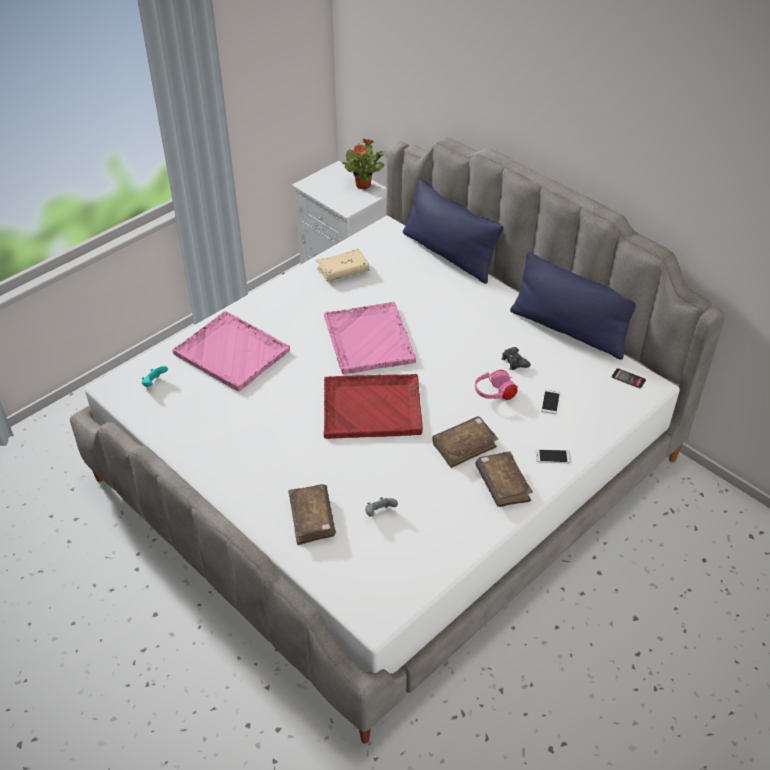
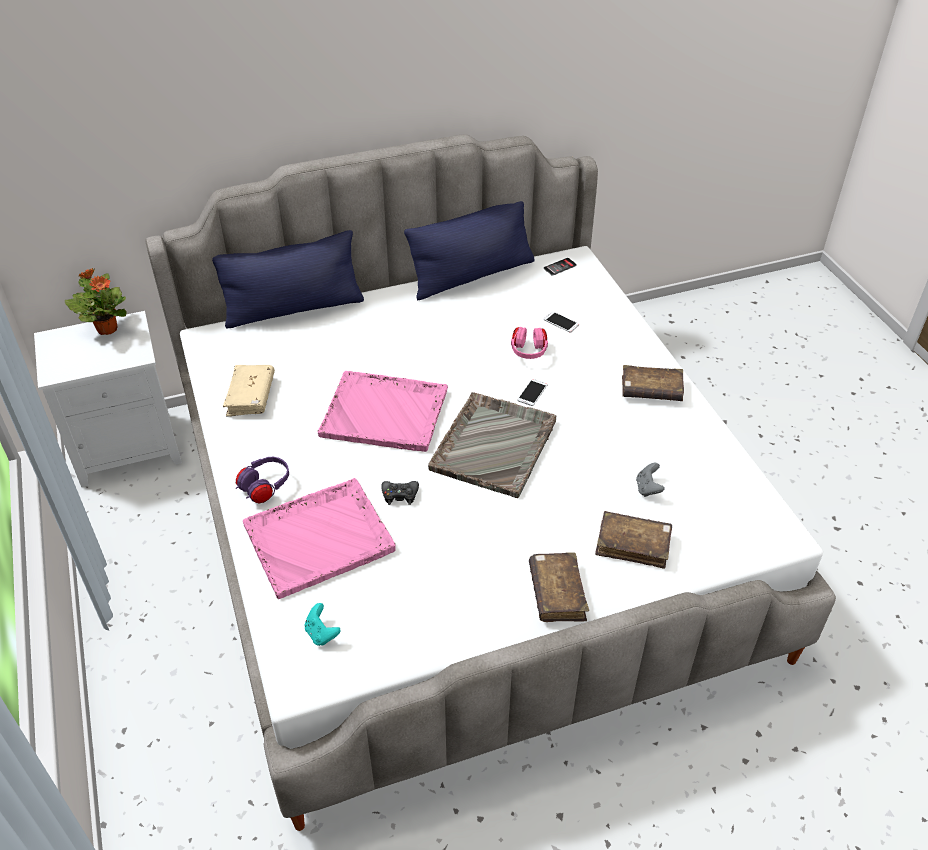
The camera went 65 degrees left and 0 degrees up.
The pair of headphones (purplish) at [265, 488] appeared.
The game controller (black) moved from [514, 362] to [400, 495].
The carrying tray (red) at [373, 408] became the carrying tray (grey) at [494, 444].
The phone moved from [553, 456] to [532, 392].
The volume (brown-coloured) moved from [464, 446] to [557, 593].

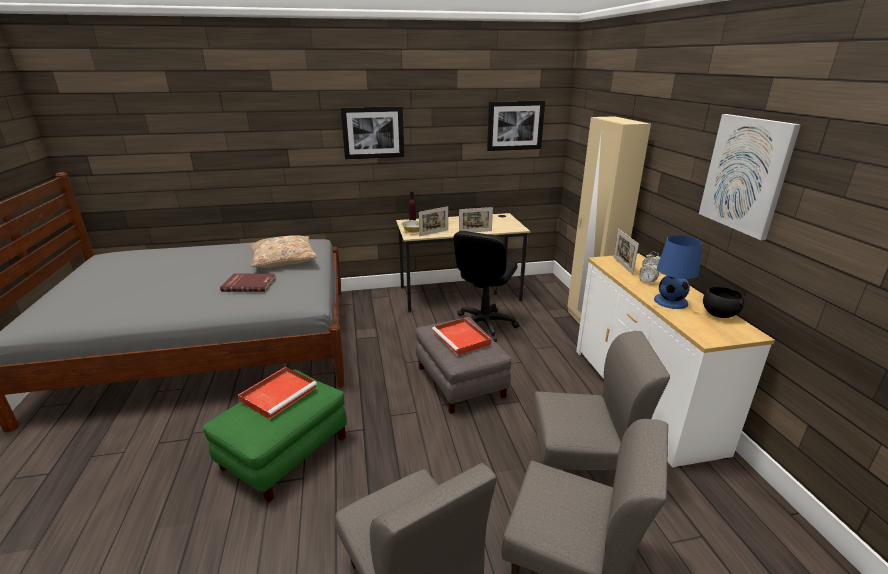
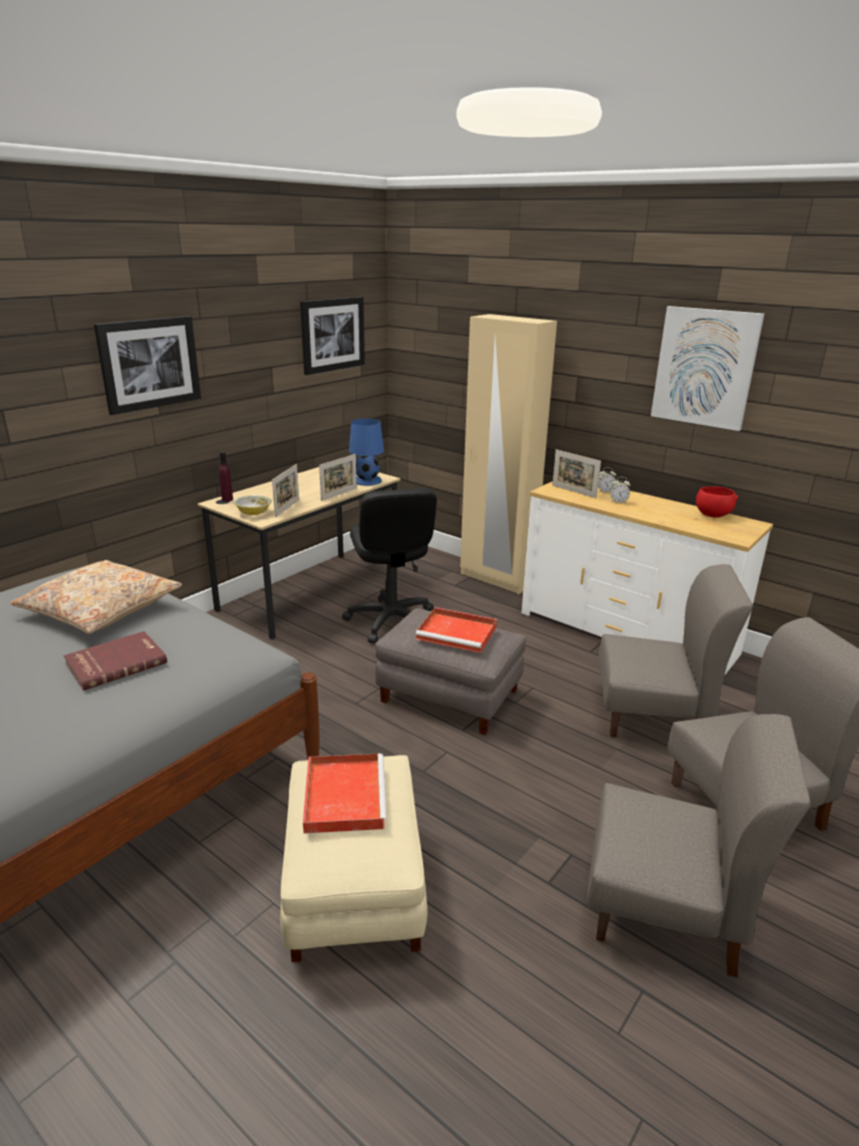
The camera went 40 degrees left and 0 degrees up.
The pouffe (greenish) at [284, 452] became the pouffe (beige) at [353, 885].
The tabletop lamp (blue-coloured) moved from [670, 301] to [366, 481].
The plain chair (grey) at [582, 461] turned 45 degrees clockwise.
The serving bowl (black) at [718, 314] became the serving bowl (red) at [712, 515].

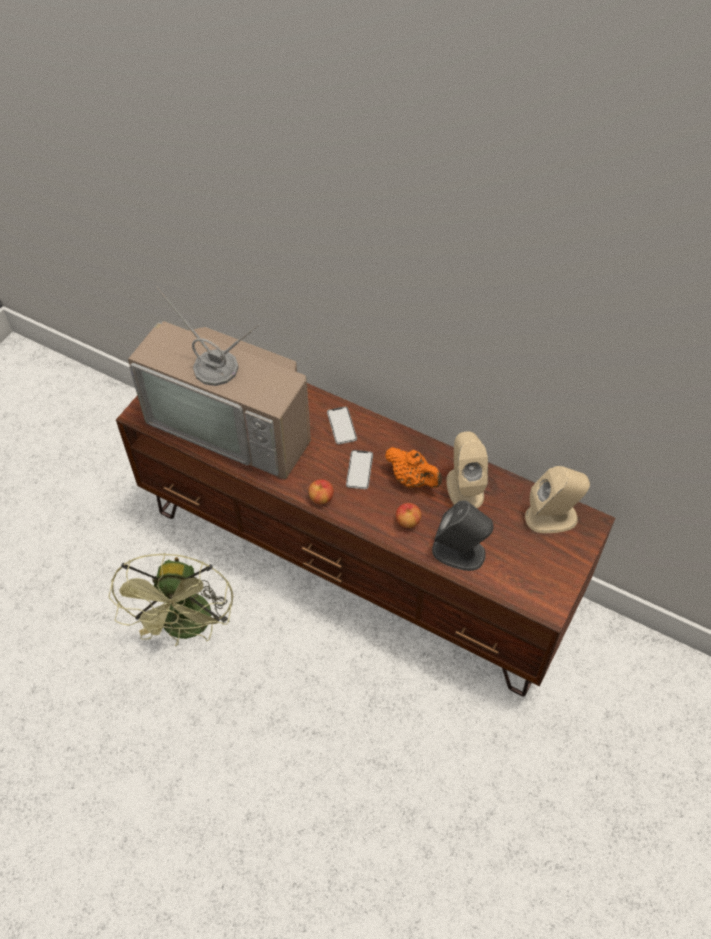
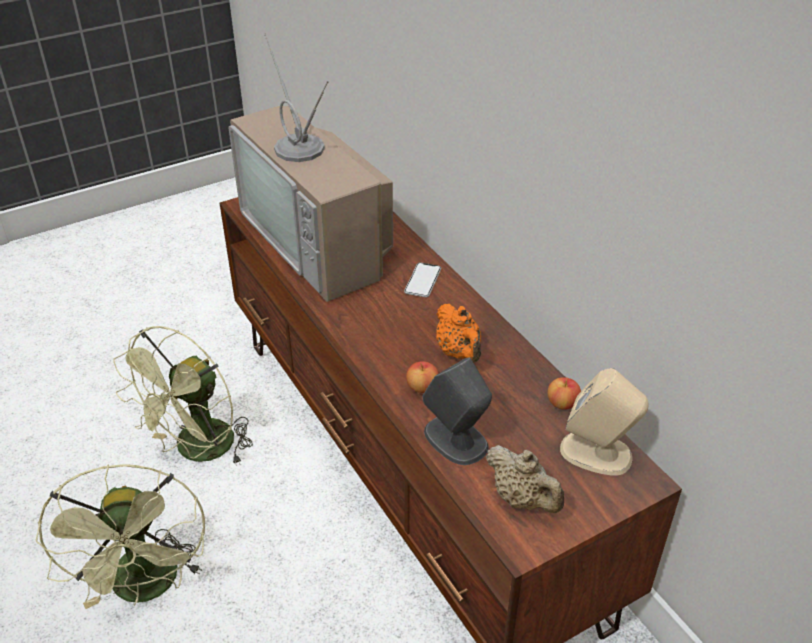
The camera went 30 degrees right and 15 degrees down.
The fan (greenish) at [147, 588] appeared.
The teapot (beige) at [522, 499] appeared.
The apple fruit moved from [321, 498] to [562, 403].
The phone at [359, 470] disappeared.
The loudspeaker (beige) at [465, 487] disappeared.

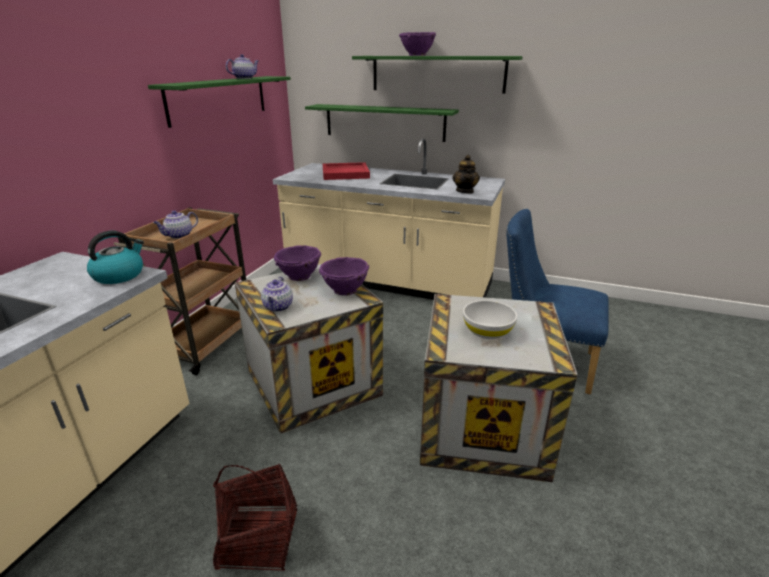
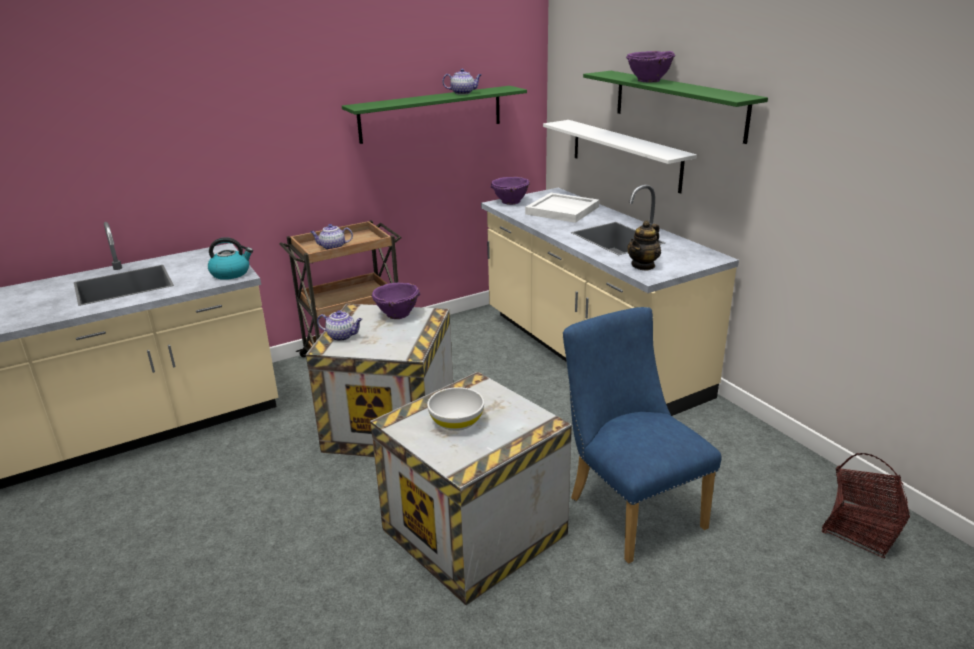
The camera went 40 degrees right and 0 degrees up.
The teapot at [278, 307] turned 120 degrees counterclockwise.
The serving bowl (purplish) moved from [345, 291] to [510, 202].
The carrying tray (red) at [346, 173] became the carrying tray (white-coloured) at [563, 210].
The bracket shelf (greenish) at [384, 122] became the bracket shelf (white-coloured) at [625, 154].
The basket moved from [258, 538] to [860, 529].

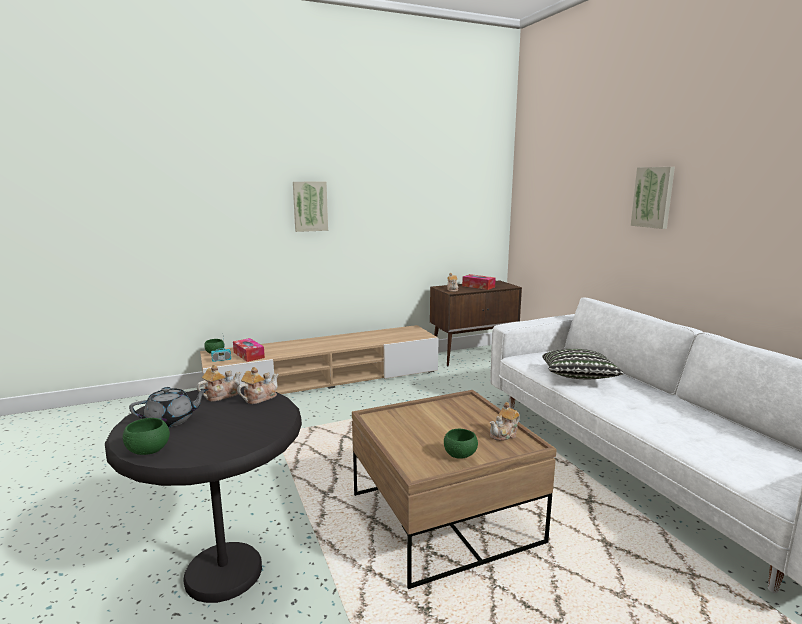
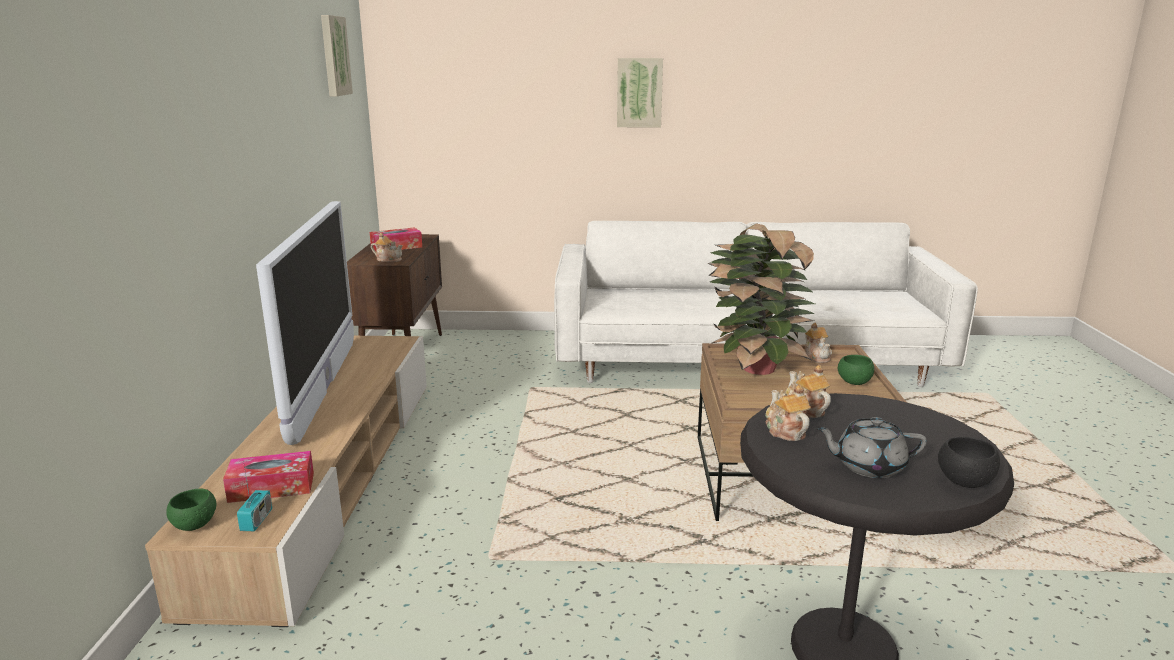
The camera went 65 degrees left and 5 degrees up.
The television at [325, 388] appeared.
The picture moved from [310, 206] to [333, 56].
The potted plant at [754, 368] appeared.
The teapot (grey) at [171, 421] turned 90 degrees counterclockwise.
The serving bowl (greenish) at [148, 451] became the serving bowl (black) at [964, 482].
The pillow at [578, 378] disappeared.

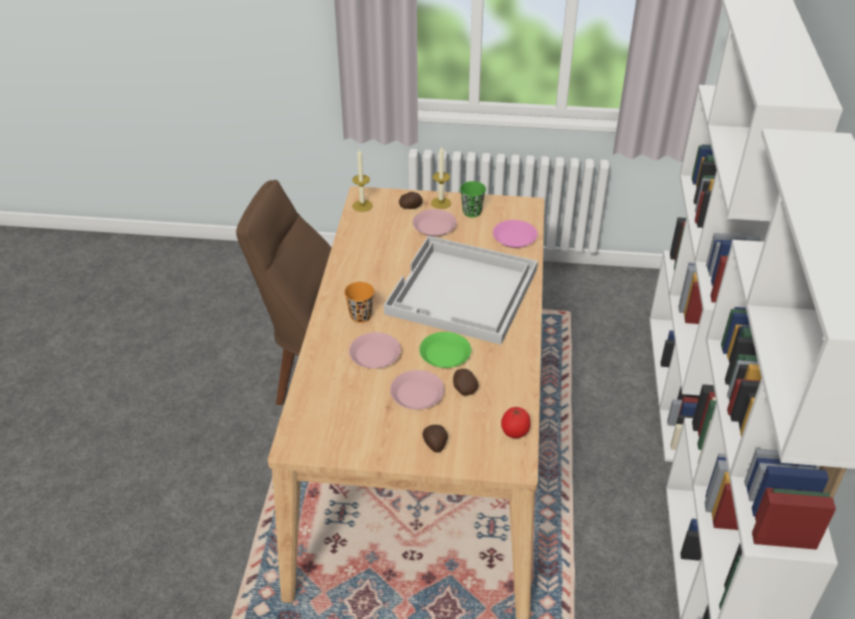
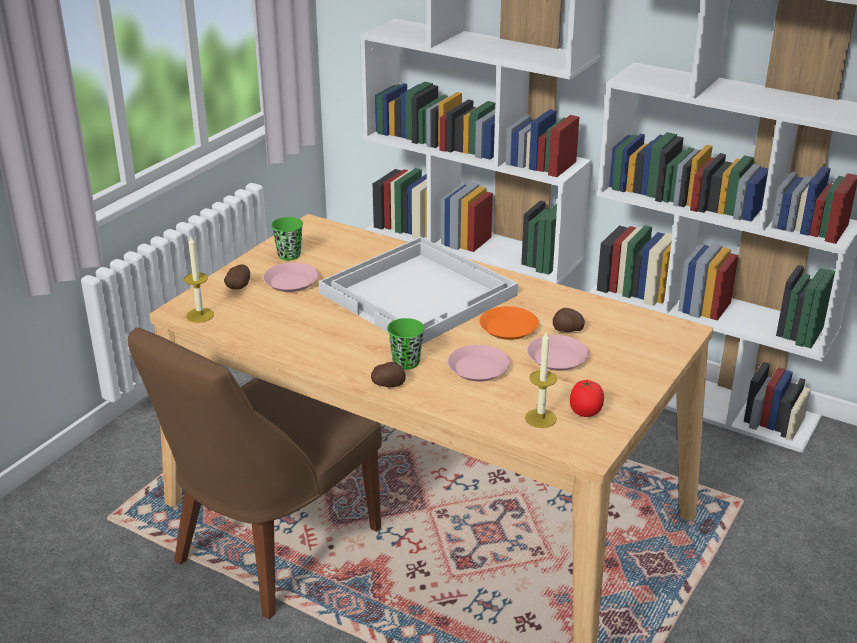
The camera went 65 degrees left and 10 degrees down.
The whole potato moved from [435, 445] to [388, 385].
The cup (orangey) at [360, 316] became the cup (greenish) at [406, 362].
The flat dish (greenish) at [445, 354] became the flat dish (orangey) at [508, 327].
The wax light moved from [441, 203] to [540, 418].
The whole tomato moved from [514, 433] to [585, 413].
The flat dish (pink) at [515, 237] disappeared.

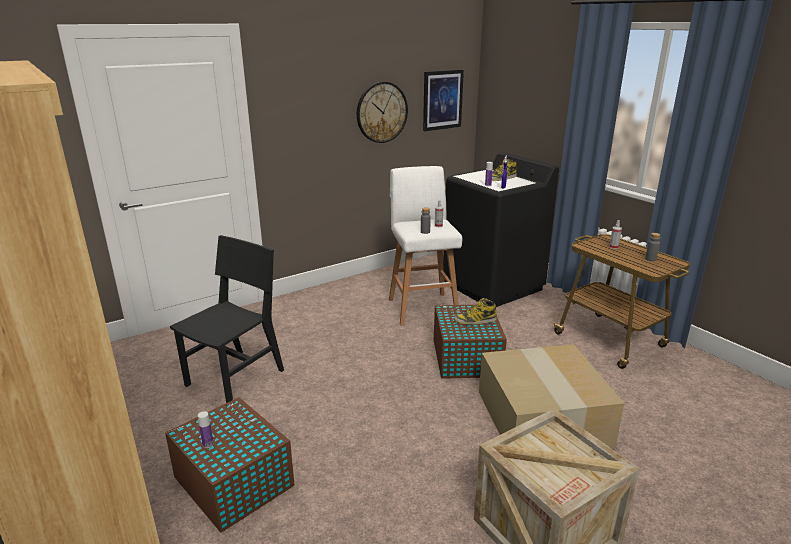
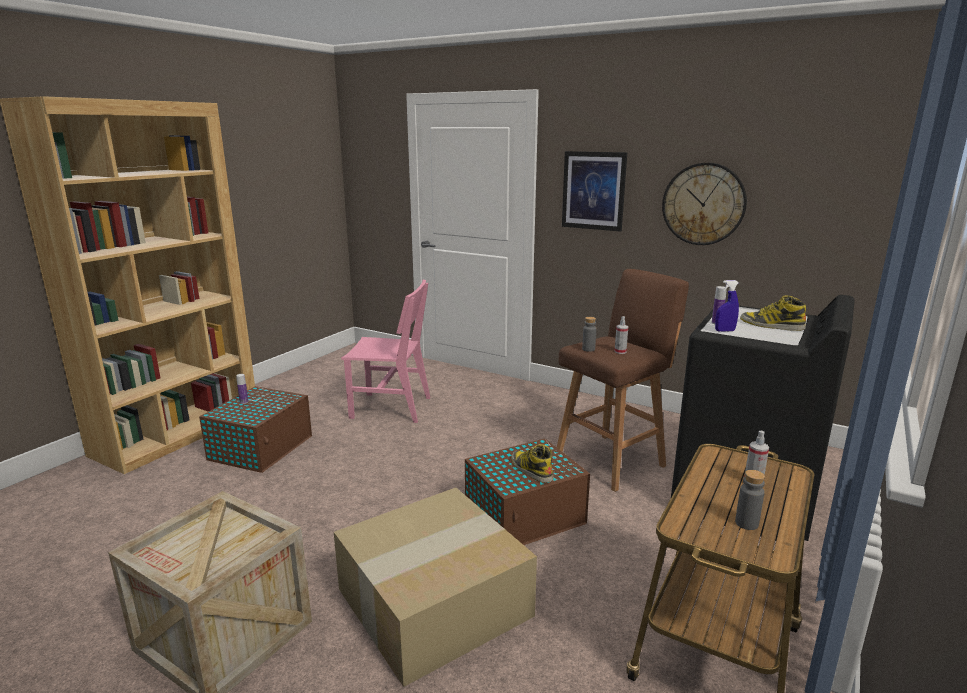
The camera went 65 degrees right and 5 degrees down.
The plain chair (black) at [235, 377] became the plain chair (pink) at [391, 408].
The stool (white-coloured) at [422, 307] became the stool (brown-coloured) at [612, 460].
The picture moved from [442, 100] to [593, 190].

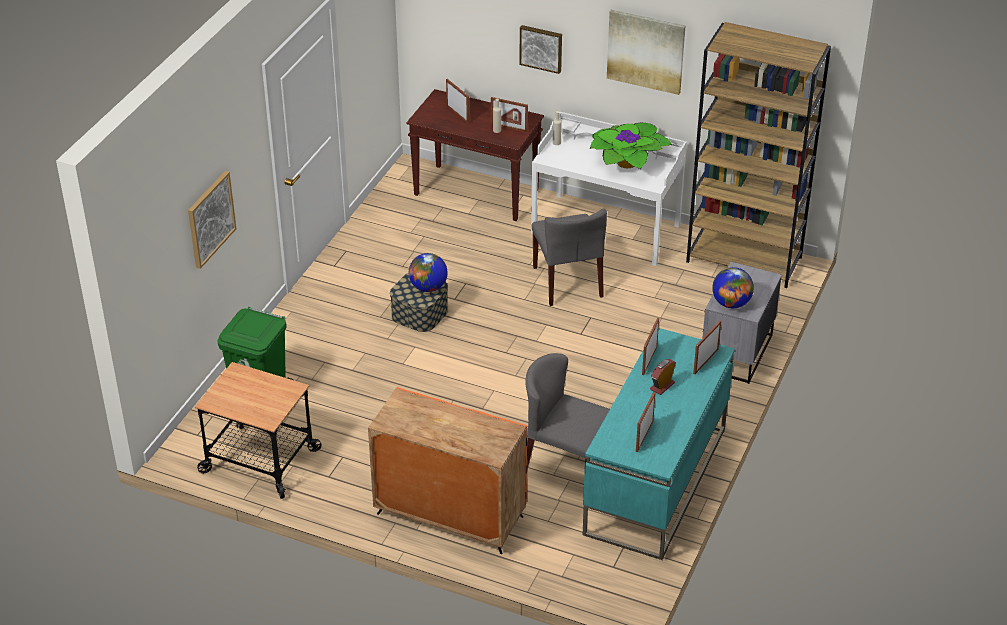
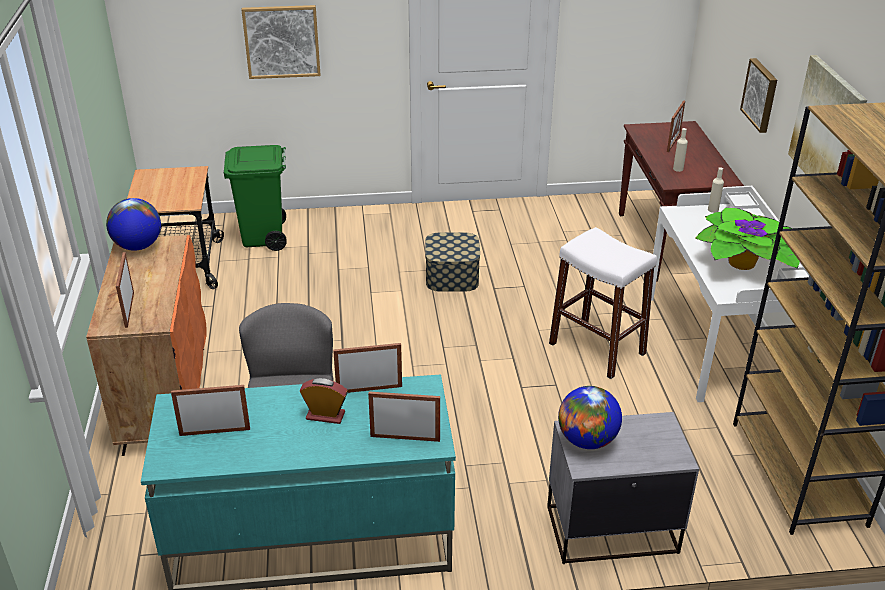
The camera went 60 degrees right and 5 degrees down.
The world globe moved from [428, 287] to [138, 246].
The standing frame moved from [509, 128] to [129, 309].
The plain chair (grey) at [568, 282] was replaced by the stool (white-coloured) at [597, 348].

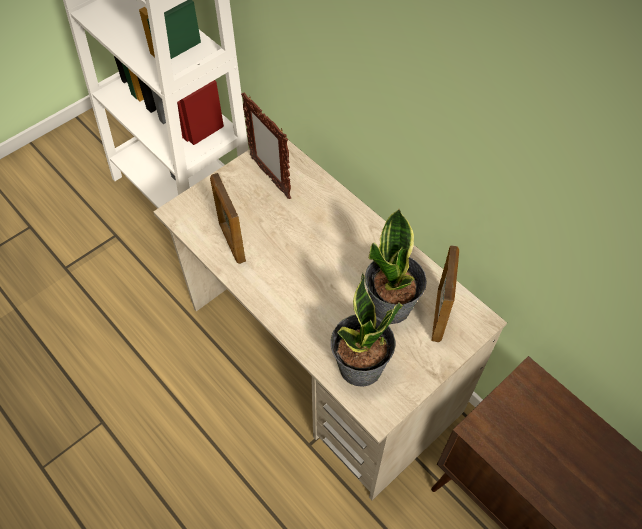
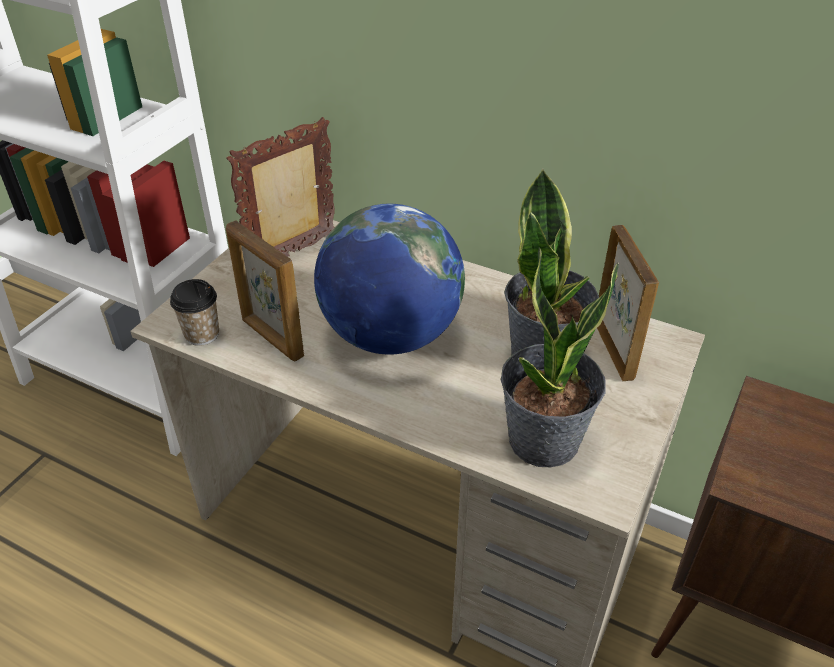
The camera went 20 degrees left and 15 degrees down.
The cup at [202, 334] appeared.
The standing frame at [270, 177] turned 105 degrees clockwise.
The world globe at [390, 335] appeared.

